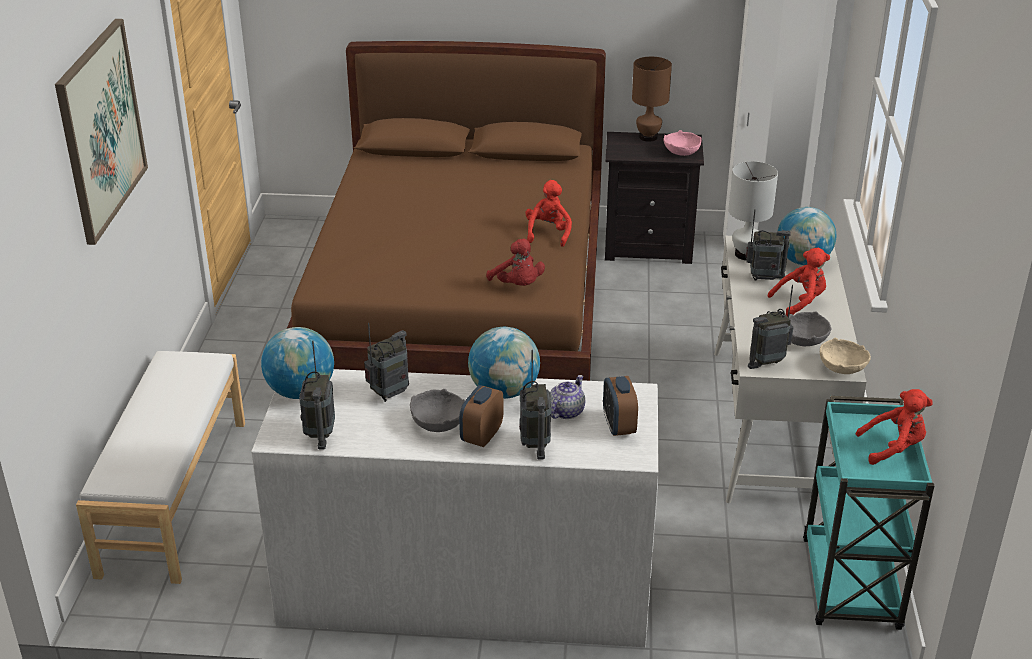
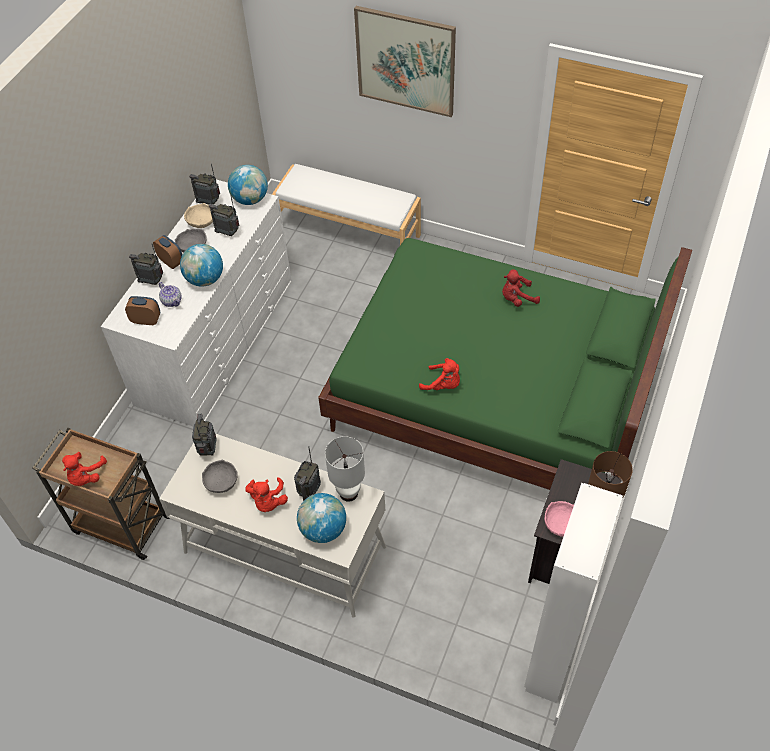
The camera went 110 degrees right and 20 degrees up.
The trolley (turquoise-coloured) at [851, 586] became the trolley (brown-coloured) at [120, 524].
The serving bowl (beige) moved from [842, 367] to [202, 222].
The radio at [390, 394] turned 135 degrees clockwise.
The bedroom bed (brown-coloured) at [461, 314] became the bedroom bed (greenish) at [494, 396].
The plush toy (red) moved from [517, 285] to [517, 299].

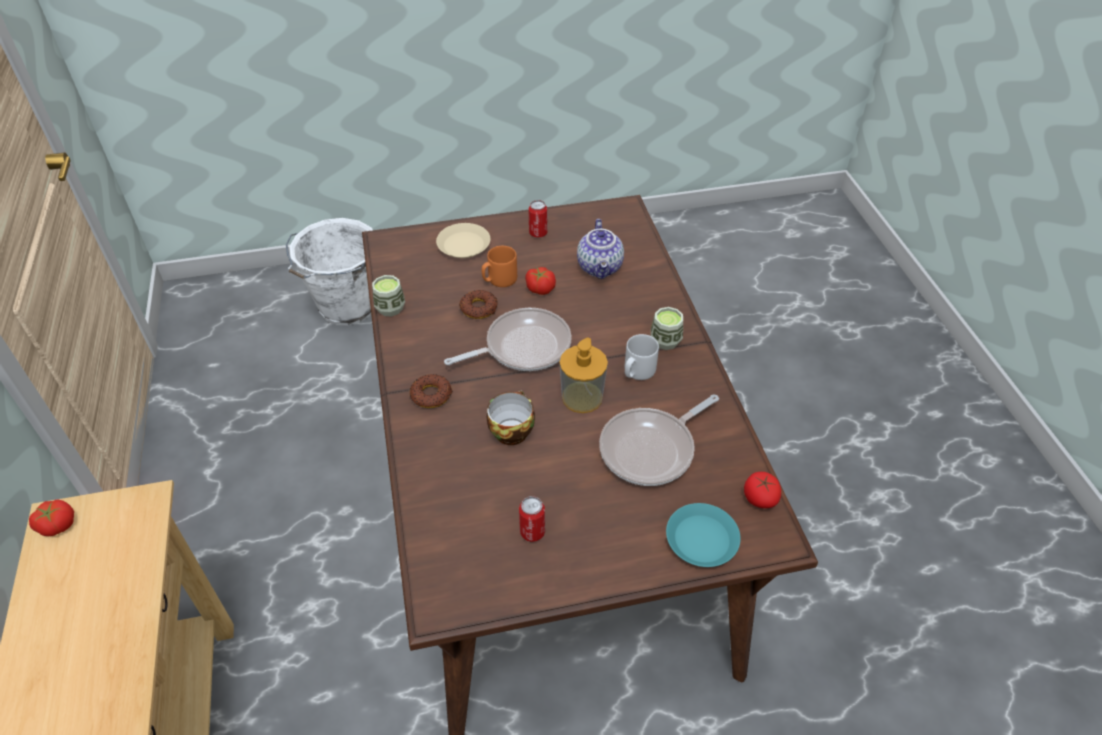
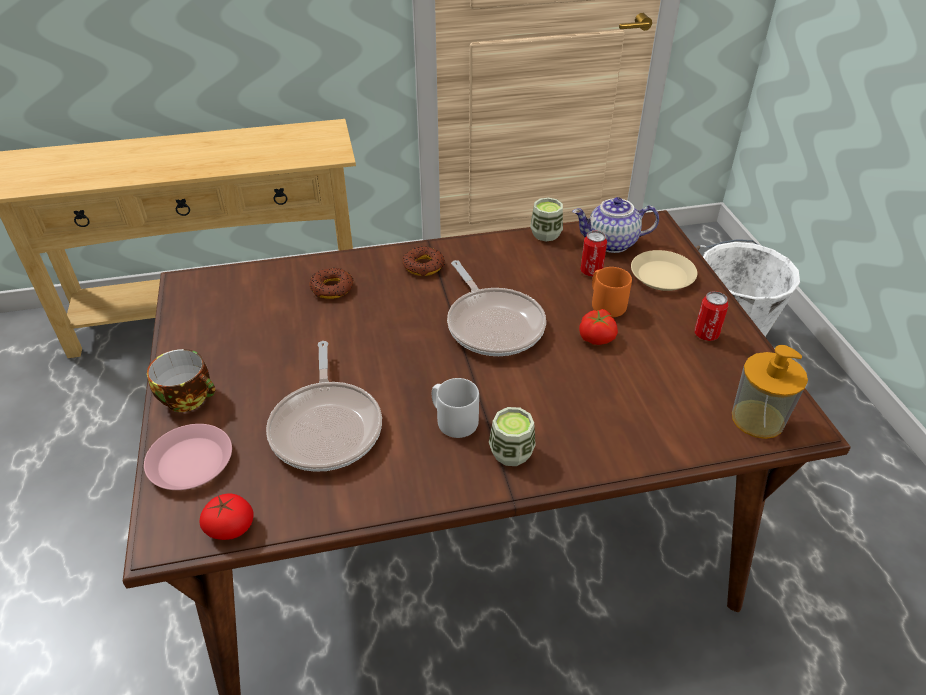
The camera went 90 degrees right and 5 degrees down.
The flat dish (turquoise-coloured) at [701, 539] became the flat dish (pink) at [191, 462].
The cup moved from [511, 430] to [190, 398].
The frying pan at [651, 449] turned 150 degrees counterclockwise.
The ring doughnut moved from [479, 308] to [332, 288].
The teapot moved from [601, 268] to [611, 244].
The can moved from [532, 532] to [591, 271].
The liquid soap bottle moved from [582, 397] to [757, 419].
The whole tomato at [57, 524] disappeared.

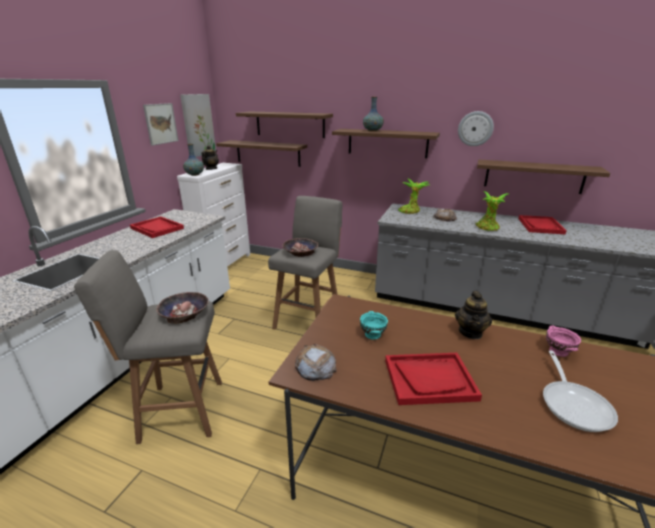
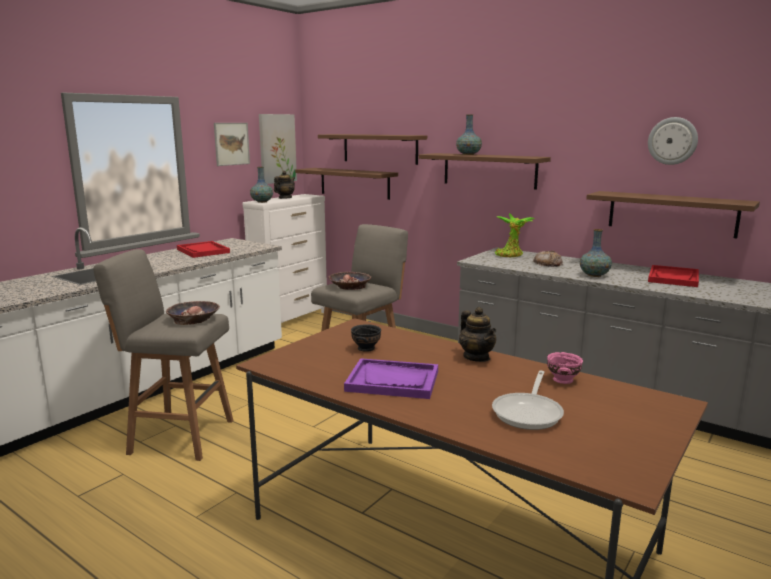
The camera went 15 degrees right and 10 degrees down.
The carrying tray (red) at [429, 379] became the carrying tray (purplish) at [393, 381].
The serving bowl (turquoise-coloured) at [372, 335] became the serving bowl (black) at [365, 348].
The teapot at [470, 332] turned 60 degrees counterclockwise.
The potted plant at [487, 228] was replaced by the decorative vase at [594, 275].
The wall clock moved from [475, 128] to [672, 141].
The baked bread at [315, 366] disappeared.

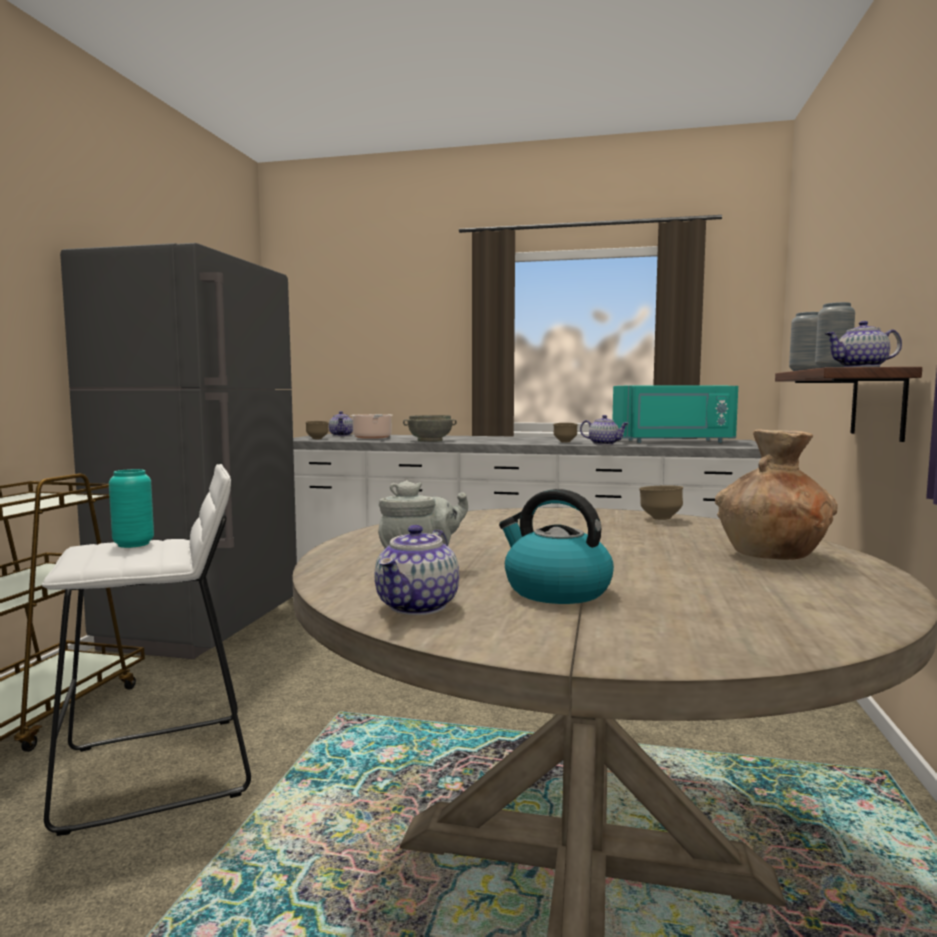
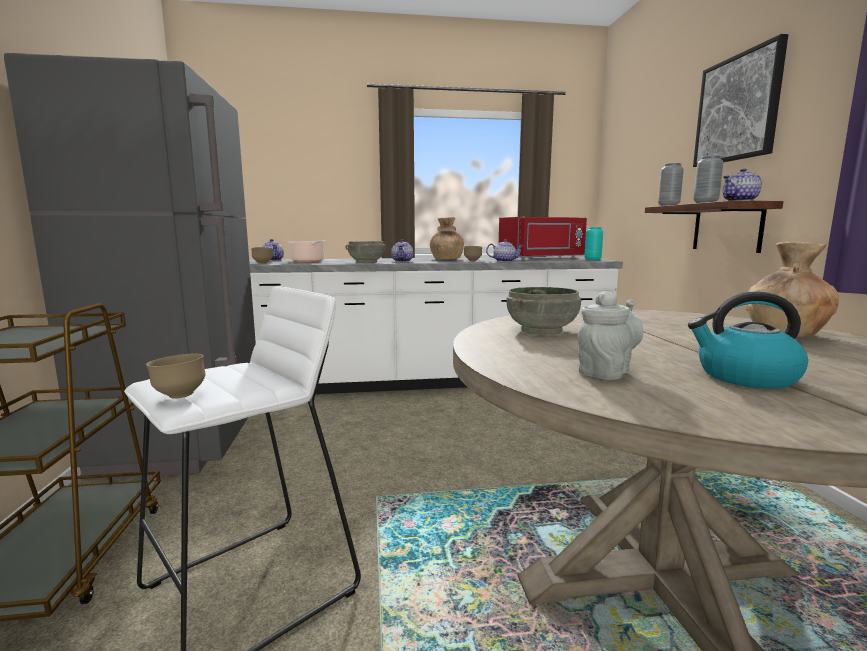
The camera went 20 degrees left and 5 degrees up.
The serving bowl (brown-coloured) moved from [660, 519] to [179, 396].
The teapot moved from [418, 606] to [402, 261].
The decorative vase (brown-coloured) at [446, 259] appeared.
The kitchen microwave (turquoise-coloured) at [674, 441] became the kitchen microwave (red) at [543, 258].
The serving bowl (grey) at [542, 330] appeared.
The decorative vase (turquoise-coloured) moved from [133, 544] to [592, 260].
The picture at [738, 108] appeared.

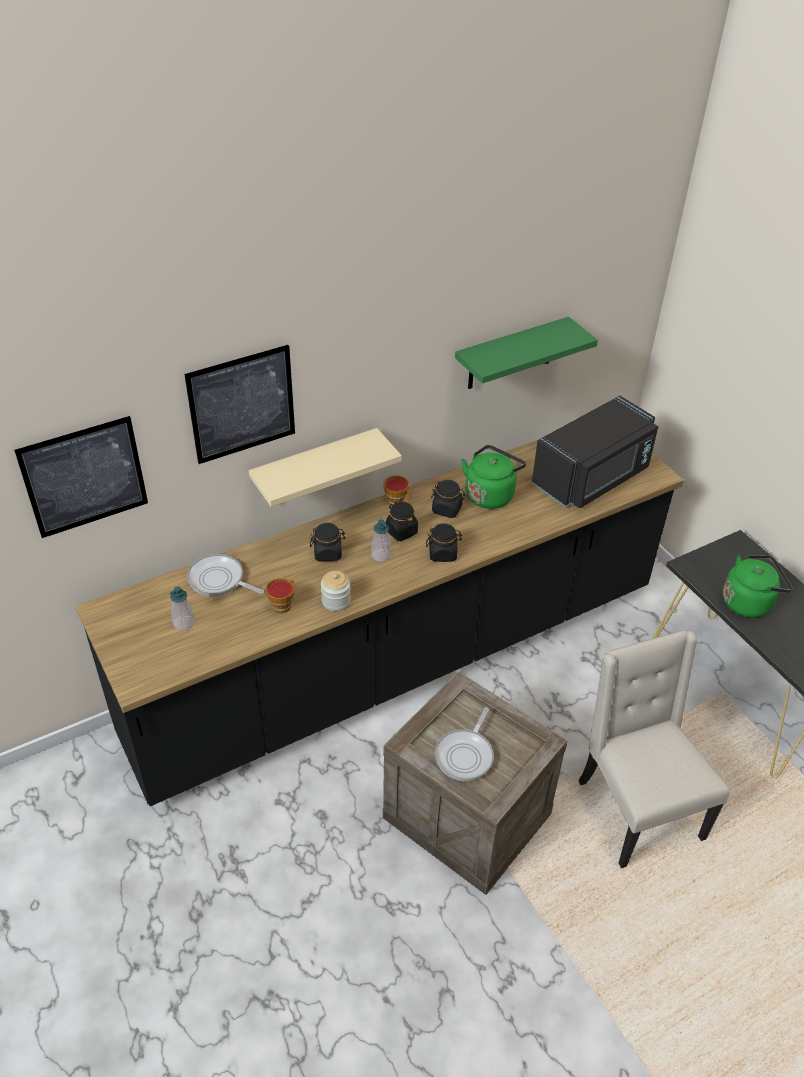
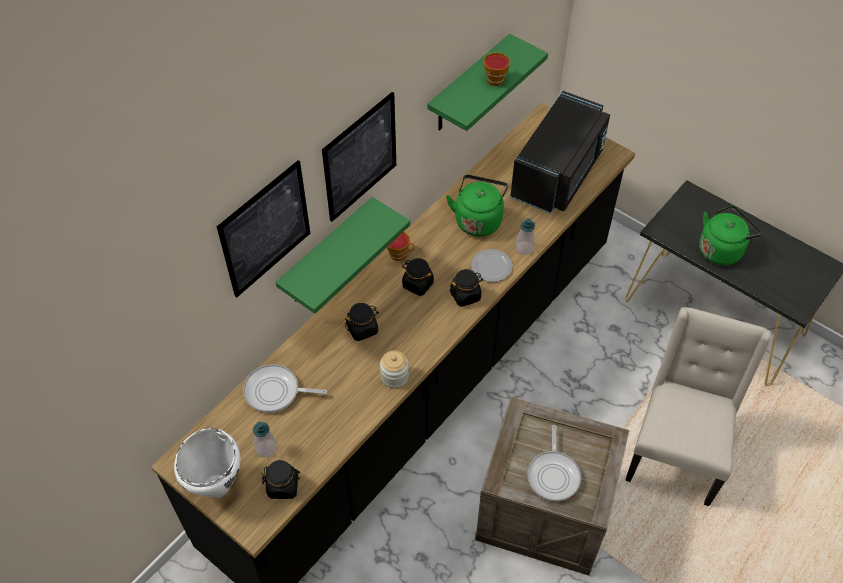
The camera went 20 degrees left and 10 degrees up.
The stockpot (white-coloured) at [218, 486] appeared.
The storage jar (black) moved from [447, 509] to [283, 486].
The bracket shelf (beige) at [315, 468] became the bracket shelf (greenish) at [327, 253].
The picture moved from [84, 477] to [360, 157].
The flat dish at [491, 267] appeared.
The cup moved from [283, 605] to [495, 78].
The liquid soap bottle moved from [381, 555] to [524, 248].
The plain chair (beige) at [636, 808] turned 60 degrees clockwise.

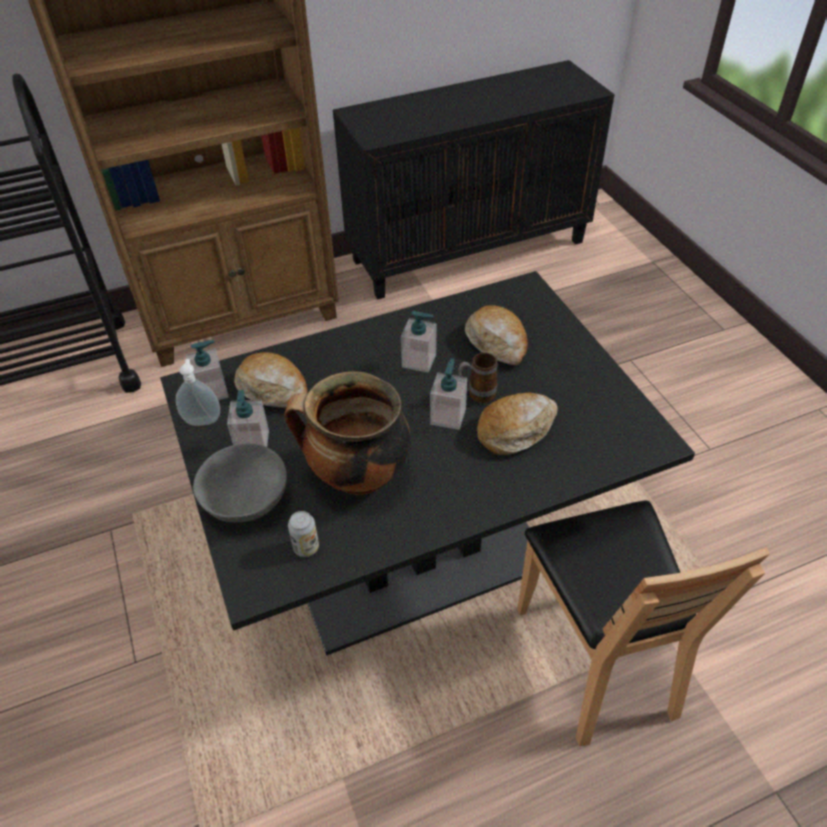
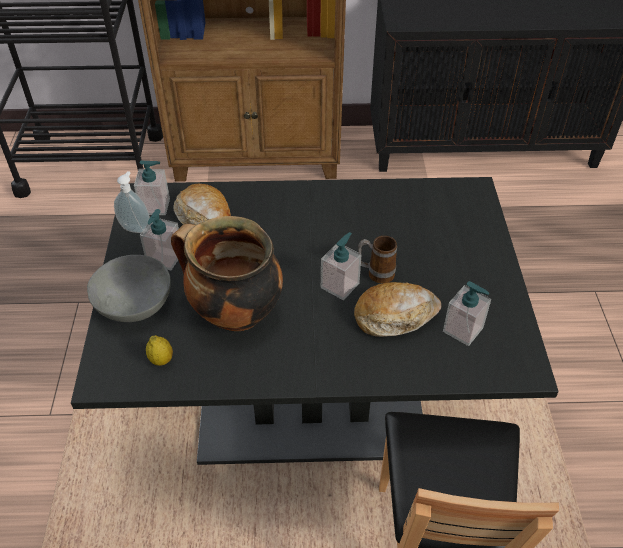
The camera went 20 degrees right and 0 degrees up.
The can at [306, 547] was replaced by the whole lemon at [161, 360].
The liquid soap bottle moved from [419, 361] to [463, 330].
The baked bread at [497, 343] disappeared.

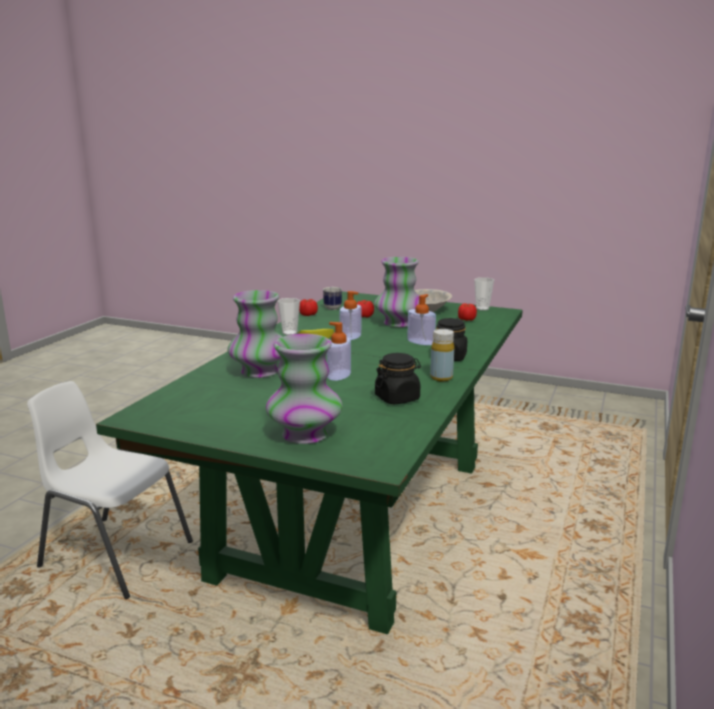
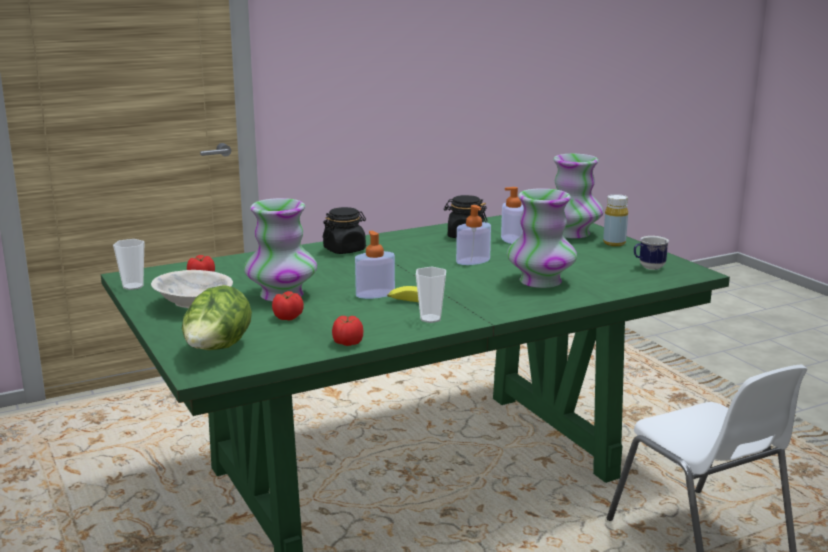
The camera went 140 degrees left and 0 degrees up.
The lettuce at [217, 350] appeared.
The liquid soap bottle moved from [421, 341] to [512, 239].
The beverage bottle (yellowish) moved from [441, 378] to [614, 243].
The tea mug moved from [334, 307] to [648, 267].

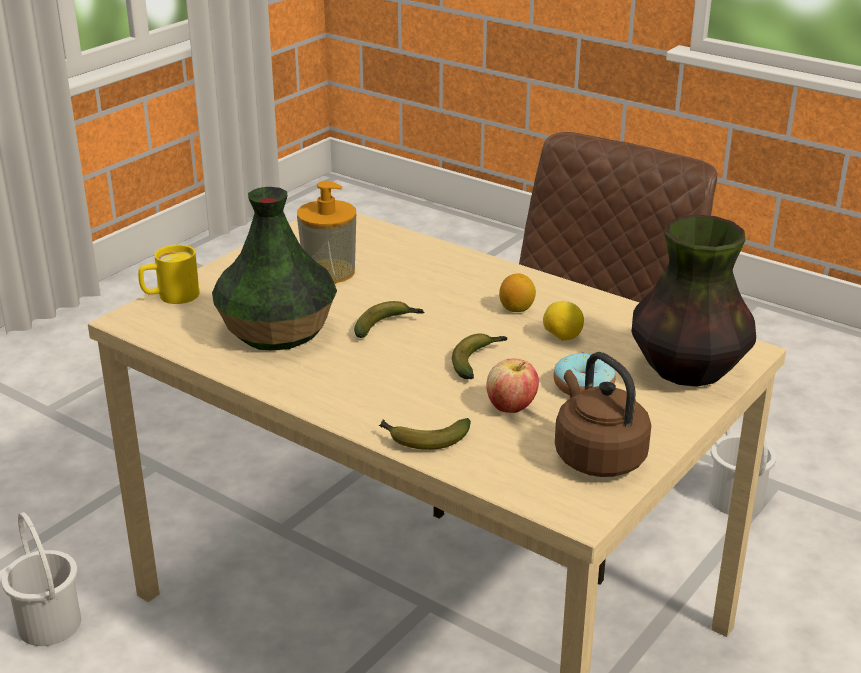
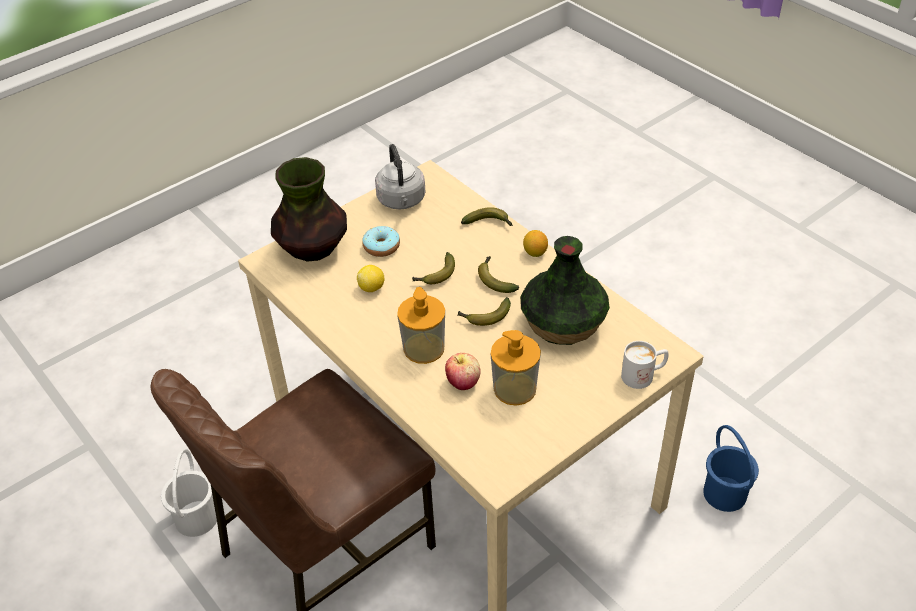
The camera went 165 degrees left and 15 degrees up.
The tea kettle (brown-coloured) at [596, 456] became the tea kettle (grey) at [402, 201].
The liquid soap bottle at [424, 348] appeared.
The apple fruit moved from [511, 407] to [463, 383].
The whole banana at [495, 279] appeared.
The whole lemon moved from [516, 309] to [535, 253].
The tea mug (yellowish) at [170, 297] became the tea mug (white-coloured) at [643, 375].
The pail (white-coloured) at [50, 623] became the pail (blue-coloured) at [724, 494].

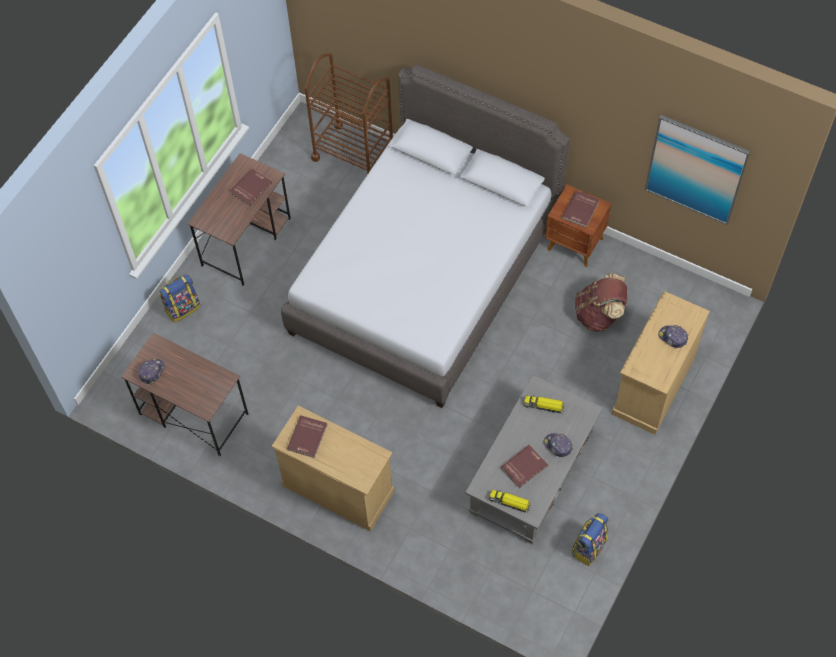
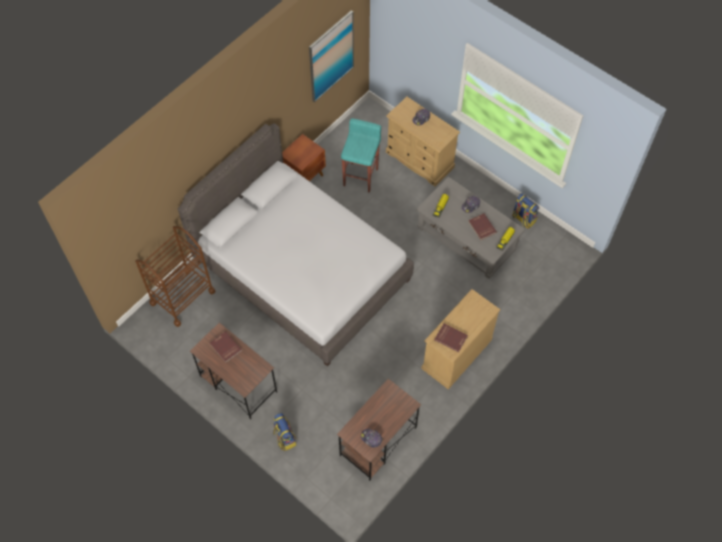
The camera went 80 degrees left and 0 degrees up.
The backpack (brown-coloured) at [599, 314] was replaced by the stool (turquoise-coloured) at [361, 176].
The volume (red) at [581, 210] disappeared.

